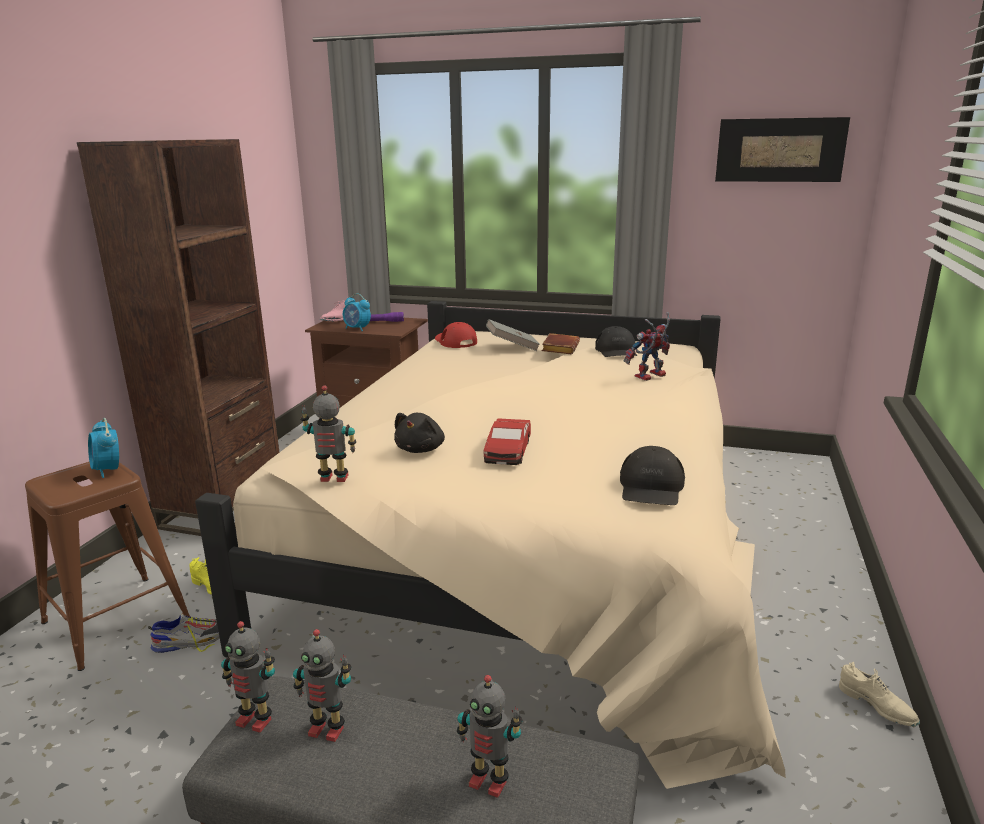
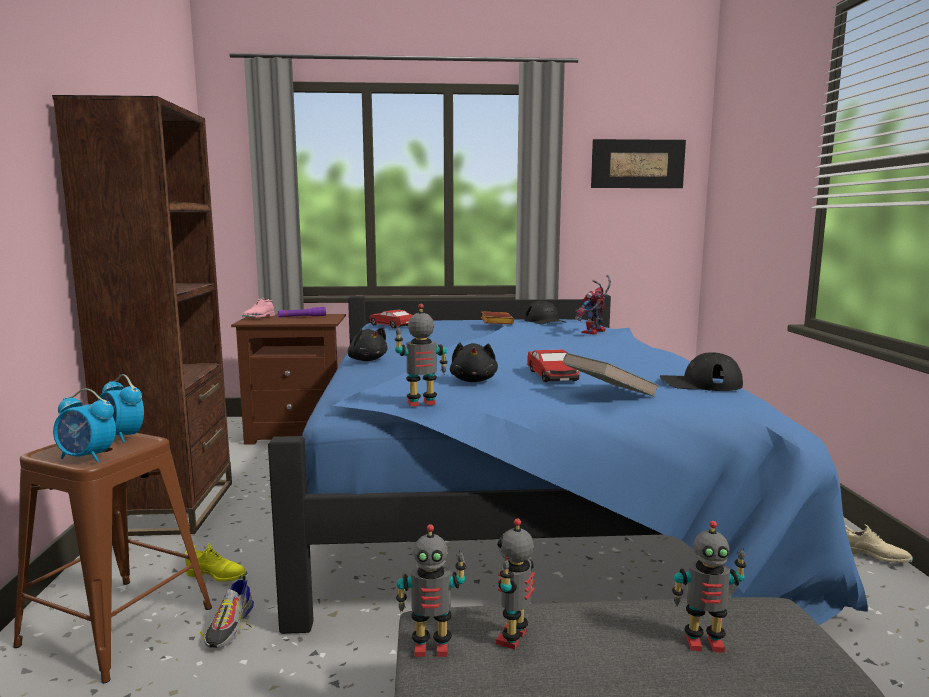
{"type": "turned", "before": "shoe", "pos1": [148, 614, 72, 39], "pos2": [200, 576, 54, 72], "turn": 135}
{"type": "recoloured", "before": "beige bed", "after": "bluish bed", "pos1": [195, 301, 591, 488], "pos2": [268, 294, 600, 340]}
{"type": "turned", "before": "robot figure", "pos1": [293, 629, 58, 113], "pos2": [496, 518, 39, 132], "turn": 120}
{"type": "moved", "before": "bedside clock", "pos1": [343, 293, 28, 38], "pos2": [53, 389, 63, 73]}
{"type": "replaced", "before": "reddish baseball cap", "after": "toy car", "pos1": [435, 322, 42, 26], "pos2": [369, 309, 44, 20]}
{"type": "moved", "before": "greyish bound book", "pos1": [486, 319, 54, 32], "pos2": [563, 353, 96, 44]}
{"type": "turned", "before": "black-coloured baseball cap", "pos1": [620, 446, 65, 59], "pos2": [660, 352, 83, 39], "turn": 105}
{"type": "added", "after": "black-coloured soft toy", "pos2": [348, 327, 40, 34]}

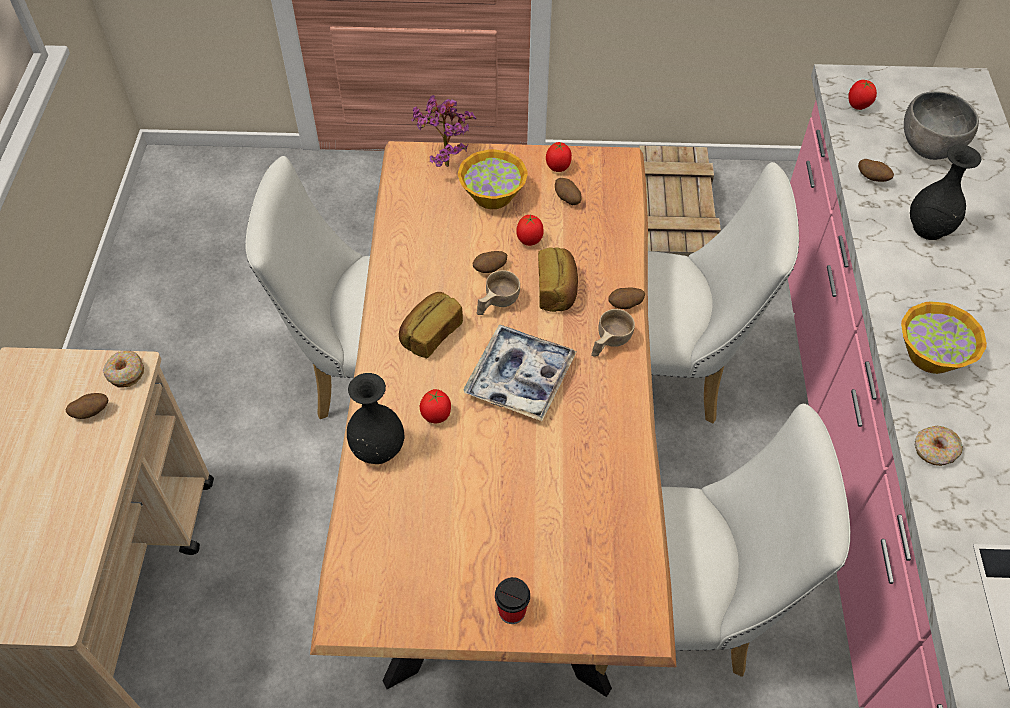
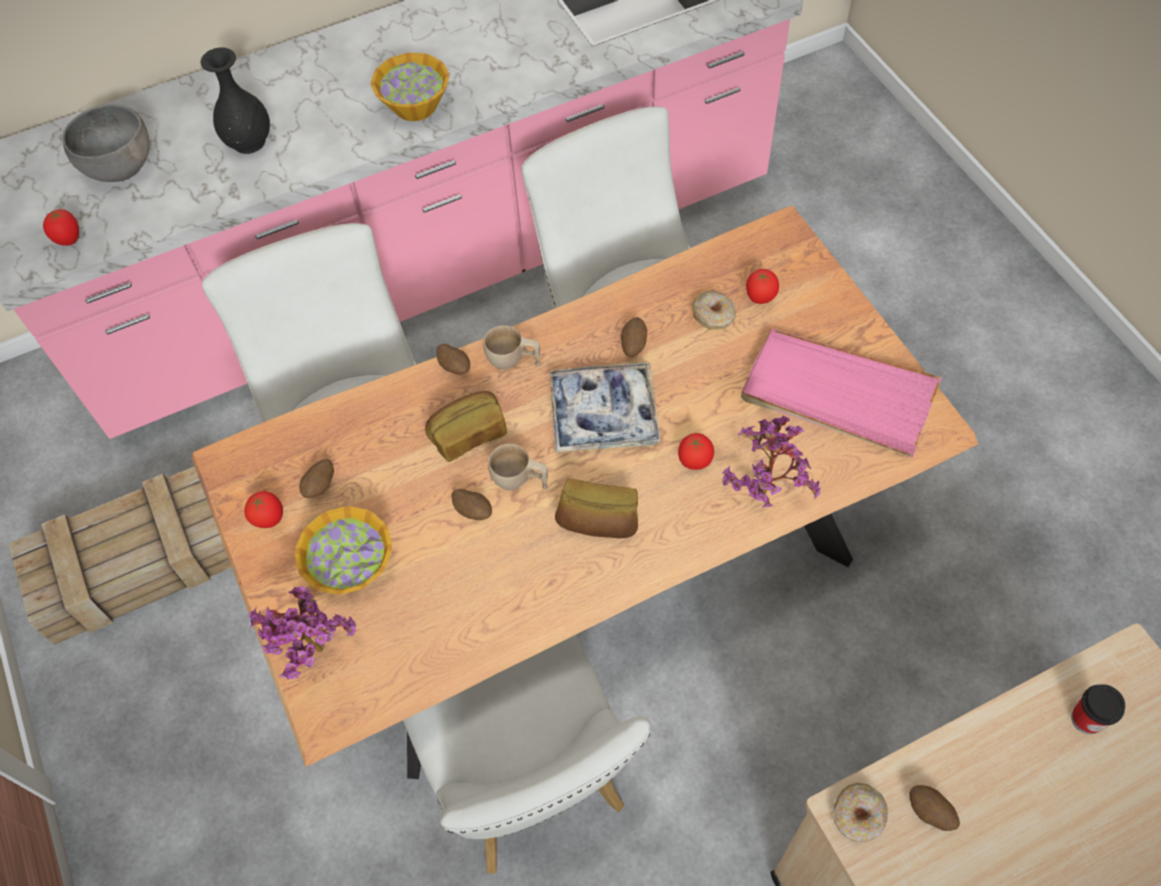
{"type": "replaced", "before": "black-coloured decorative vase", "after": "houseplant", "pos1": [347, 373, 57, 91], "pos2": [722, 415, 99, 93]}
{"type": "moved", "before": "cup", "pos1": [495, 577, 35, 47], "pos2": [1071, 684, 54, 50]}
{"type": "moved", "before": "fresh tomato", "pos1": [516, 215, 27, 31], "pos2": [746, 269, 33, 35]}
{"type": "moved", "before": "potato", "pos1": [858, 159, 36, 23], "pos2": [621, 317, 26, 40]}
{"type": "moved", "before": "doughnut", "pos1": [915, 426, 48, 40], "pos2": [692, 291, 44, 39]}
{"type": "added", "after": "pink carrying tray", "pos2": [741, 328, 201, 130]}

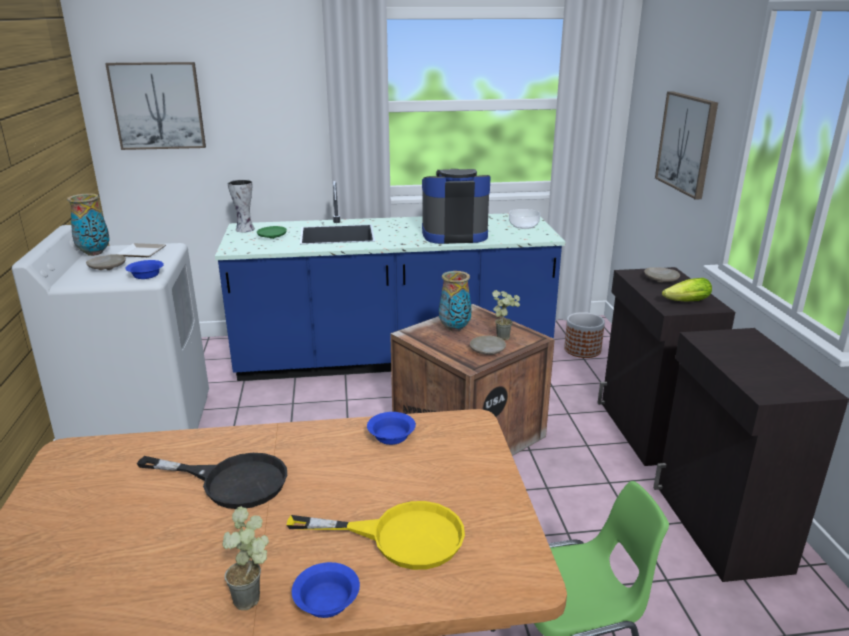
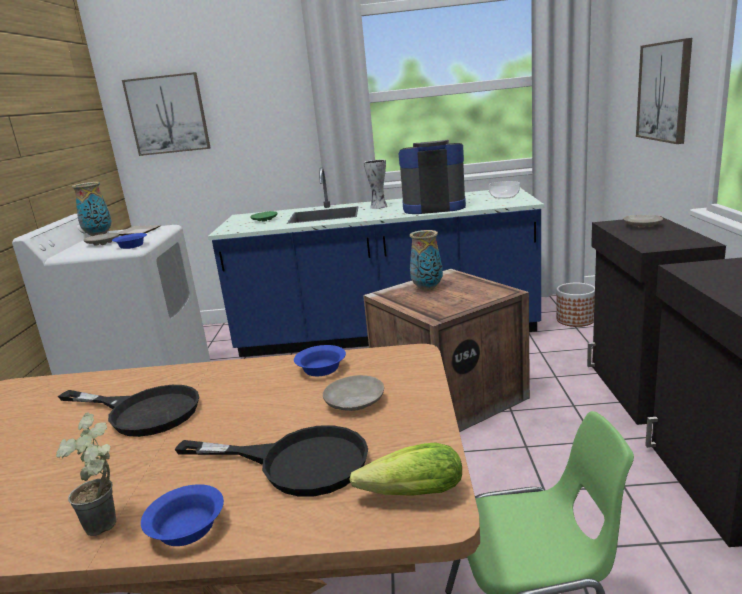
{"type": "moved", "before": "decorative vase", "pos1": [228, 179, 27, 54], "pos2": [363, 160, 25, 49]}
{"type": "recoloured", "before": "yellowish frying pan", "after": "black-coloured frying pan", "pos1": [287, 501, 178, 69], "pos2": [174, 425, 194, 72]}
{"type": "moved", "before": "beige dinner plate", "pos1": [470, 335, 36, 20], "pos2": [323, 375, 61, 36]}
{"type": "removed", "before": "houseplant", "pos1": [492, 290, 28, 50]}
{"type": "moved", "before": "lettuce head", "pos1": [662, 278, 50, 24], "pos2": [349, 442, 113, 54]}

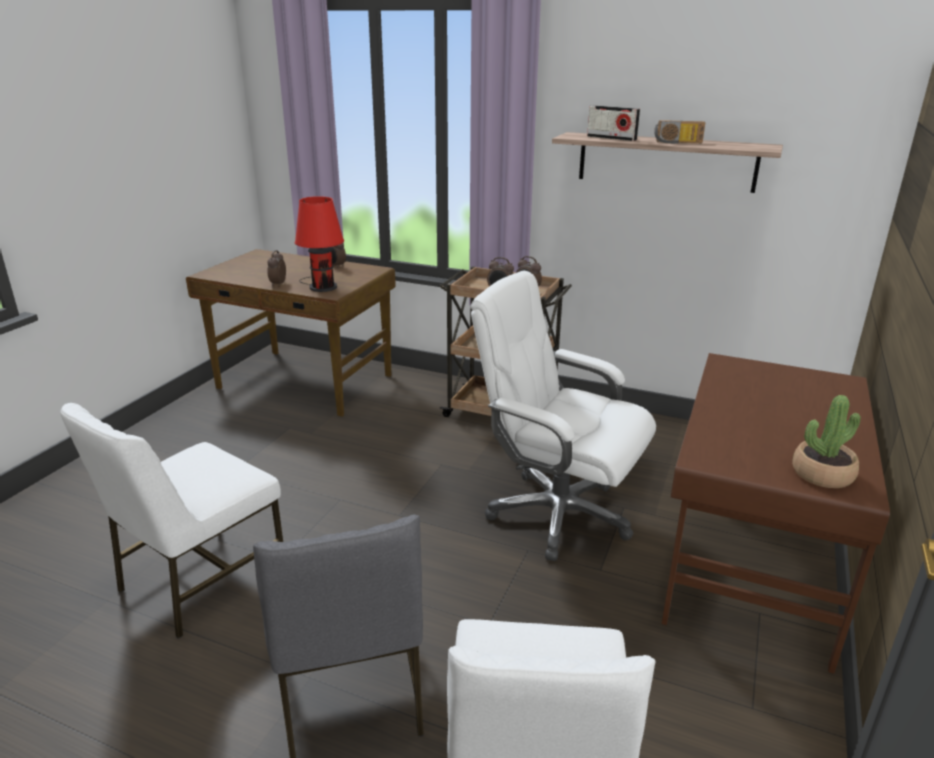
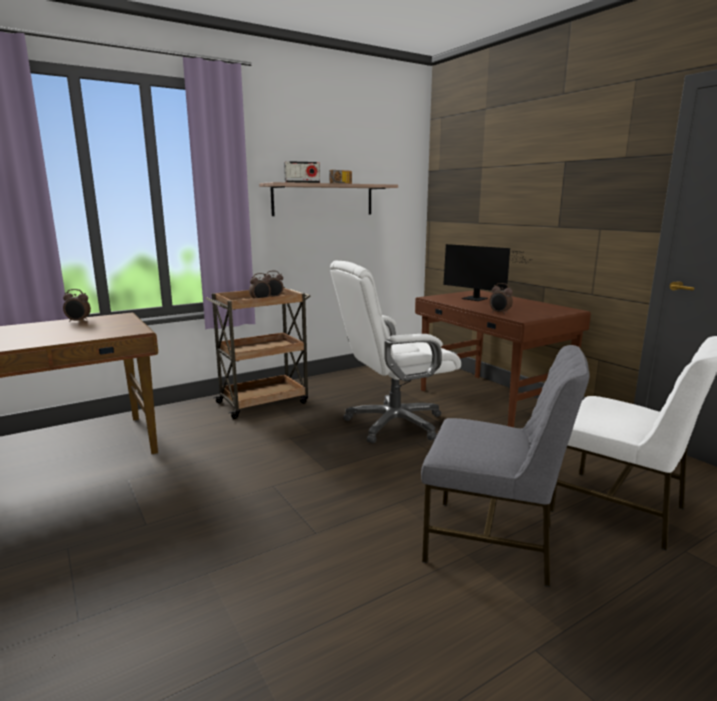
{"type": "removed", "before": "white upright chair", "pos1": [60, 403, 223, 236]}
{"type": "moved", "before": "bedside clock", "pos1": [267, 250, 19, 37], "pos2": [489, 283, 24, 32]}
{"type": "removed", "before": "reddish lamp for a table", "pos1": [295, 196, 49, 96]}
{"type": "removed", "before": "houseplant", "pos1": [792, 395, 69, 93]}
{"type": "added", "after": "monitor", "pos2": [443, 244, 85, 57]}

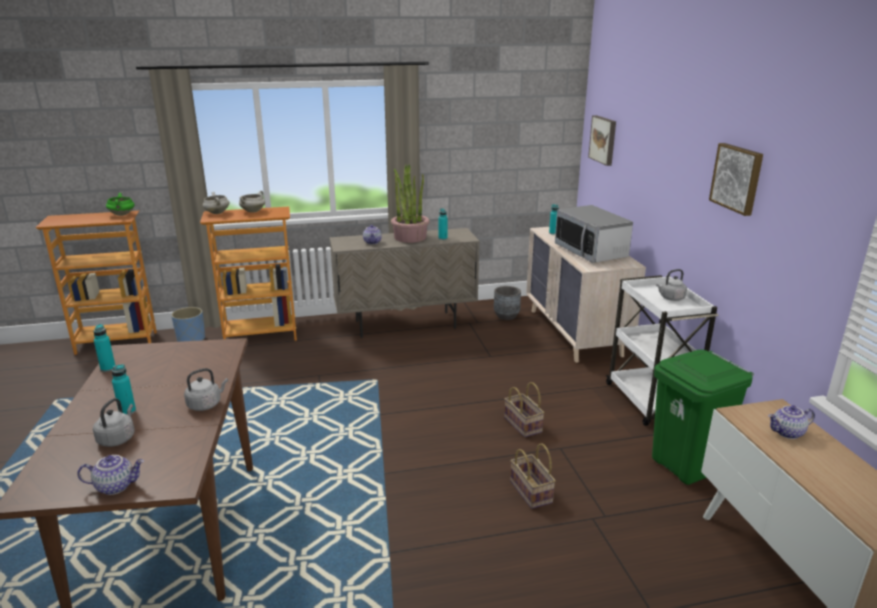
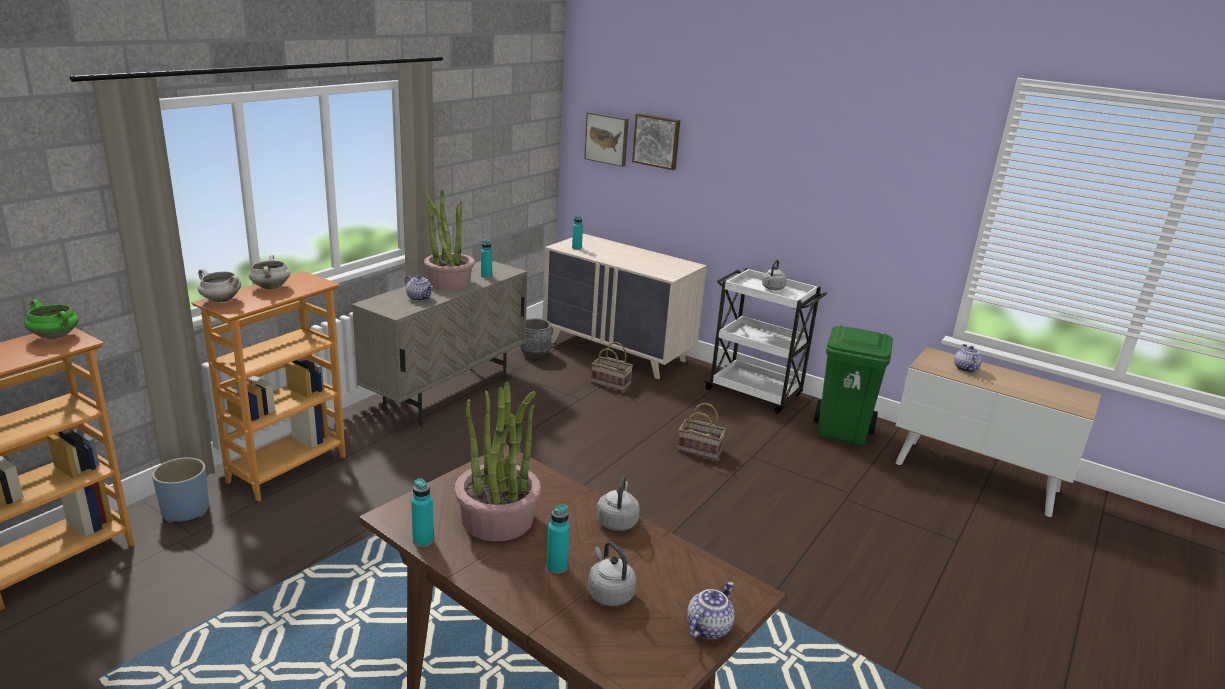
{"type": "moved", "before": "household basket", "pos1": [510, 443, 46, 66], "pos2": [591, 342, 42, 49]}
{"type": "removed", "before": "kitchen microwave", "pos1": [555, 205, 78, 58]}
{"type": "moved", "before": "picture", "pos1": [709, 143, 54, 73], "pos2": [632, 113, 48, 57]}
{"type": "turned", "before": "tea pot", "pos1": [768, 405, 47, 34], "pos2": [954, 344, 28, 28], "turn": 150}
{"type": "added", "after": "houseplant", "pos2": [454, 381, 87, 161]}

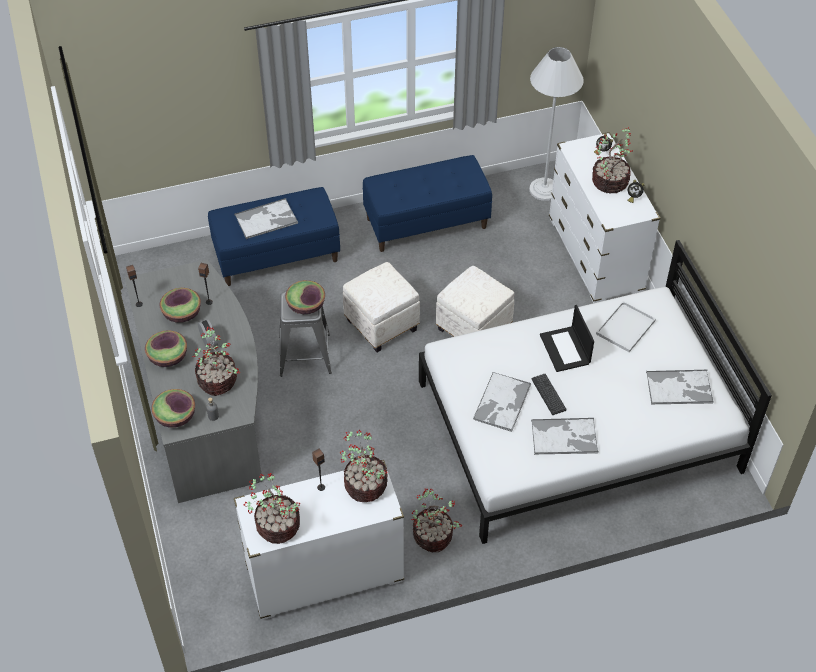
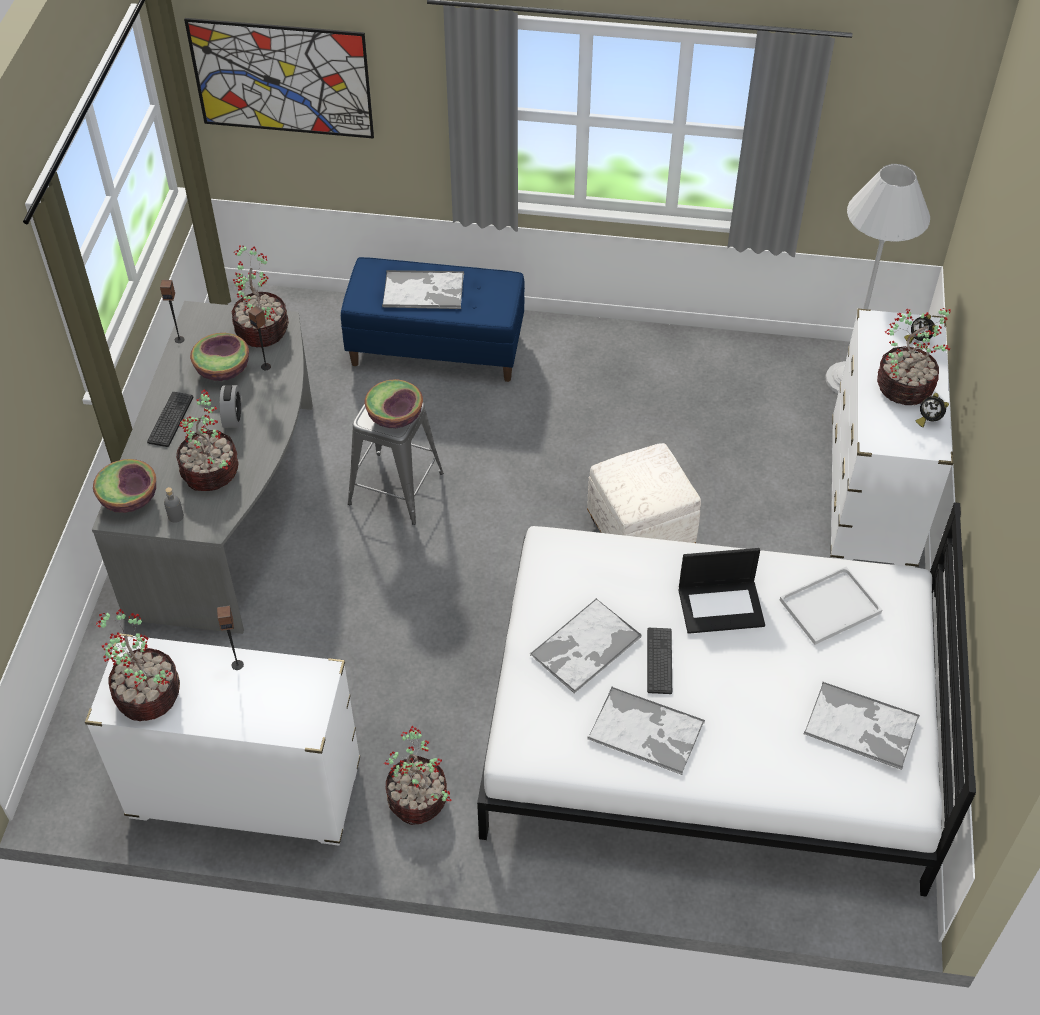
{"type": "replaced", "before": "bowl", "after": "keyboard", "pos1": [145, 331, 42, 36], "pos2": [147, 392, 46, 55]}
{"type": "moved", "before": "houseplant", "pos1": [340, 429, 48, 73], "pos2": [232, 245, 57, 103]}
{"type": "removed", "before": "white footrest", "pos1": [343, 262, 77, 90]}
{"type": "removed", "before": "bluish indoor bench", "pos1": [363, 155, 129, 97]}
{"type": "turned", "before": "portable computer", "pos1": [540, 305, 54, 67], "pos2": [678, 548, 87, 86], "turn": -105}
{"type": "added", "after": "picture", "pos2": [184, 18, 190, 121]}

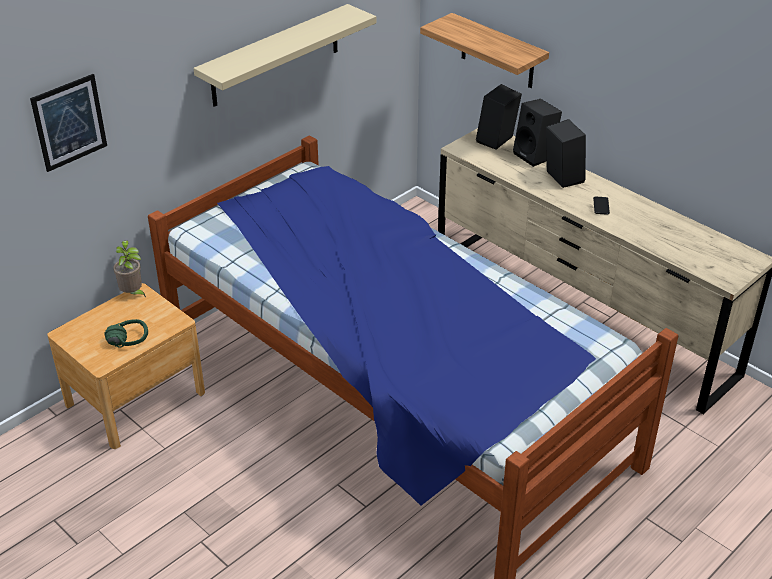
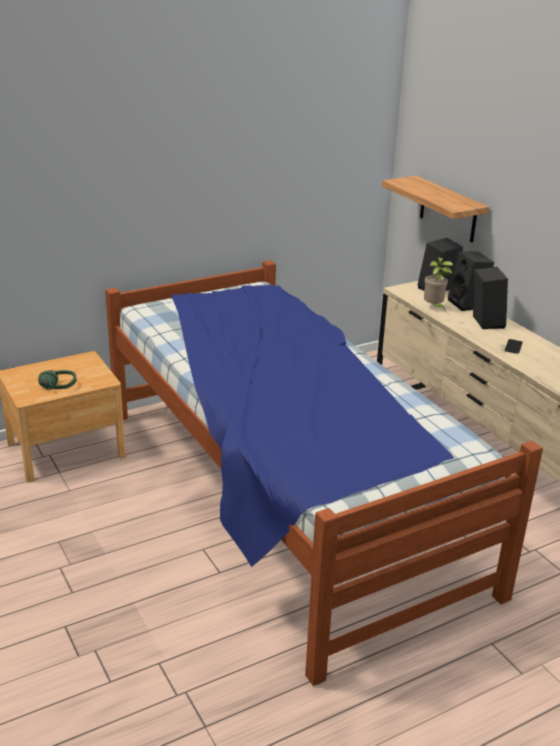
{"type": "removed", "before": "picture", "pos1": [30, 74, 77, 98]}
{"type": "moved", "before": "houseplant", "pos1": [113, 240, 33, 57], "pos2": [424, 257, 29, 52]}
{"type": "removed", "before": "beige shelf", "pos1": [193, 4, 183, 103]}

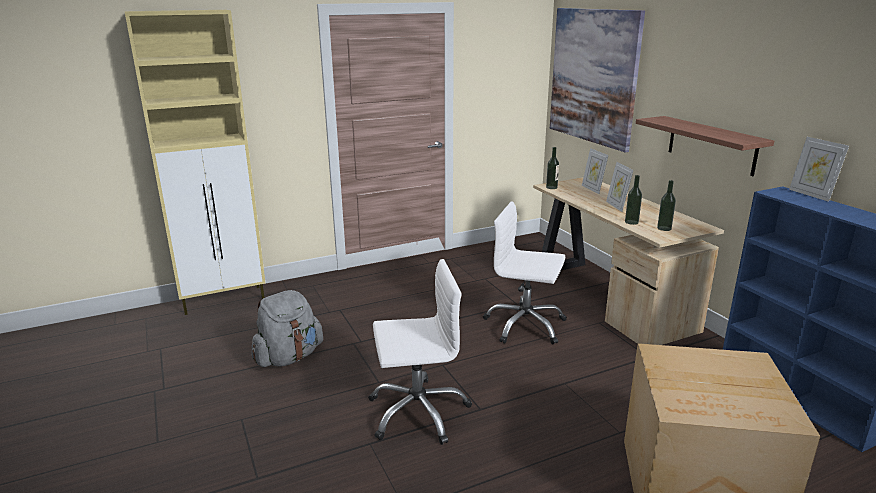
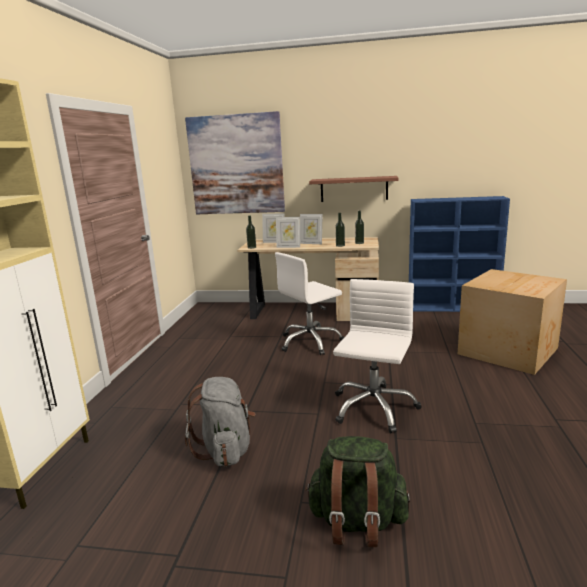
{"type": "moved", "before": "standing frame", "pos1": [789, 137, 60, 65], "pos2": [276, 217, 24, 31]}
{"type": "added", "after": "green-coloured knapsack", "pos2": [305, 436, 105, 111]}

